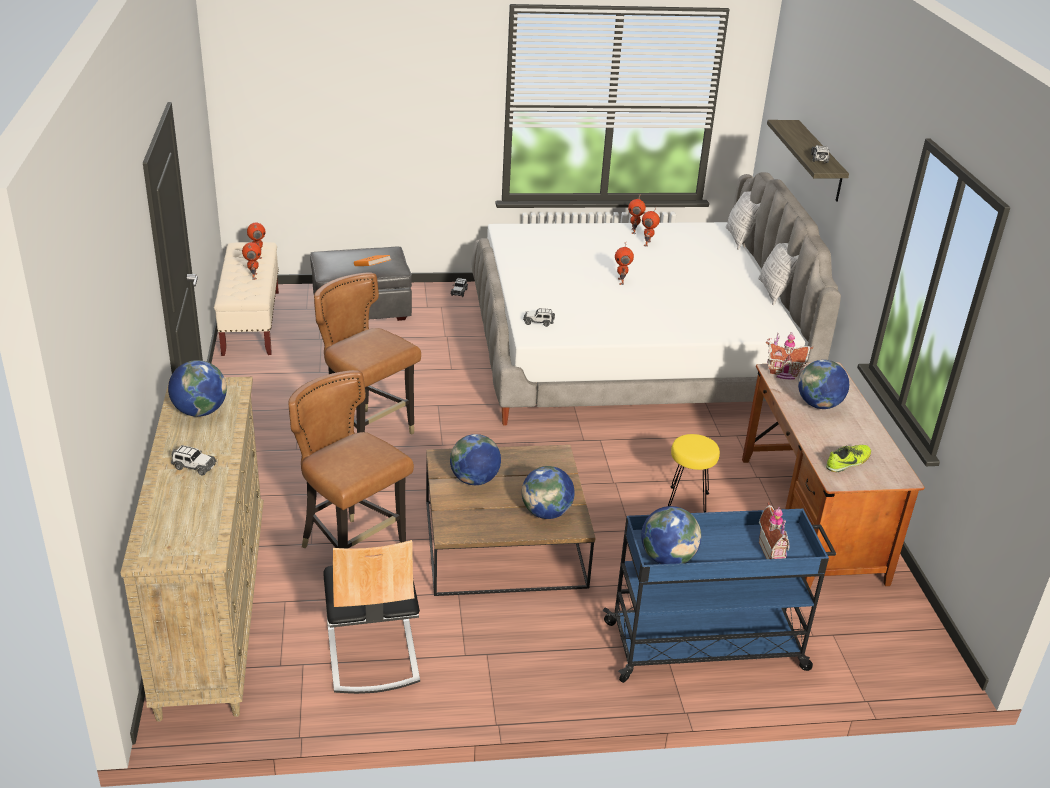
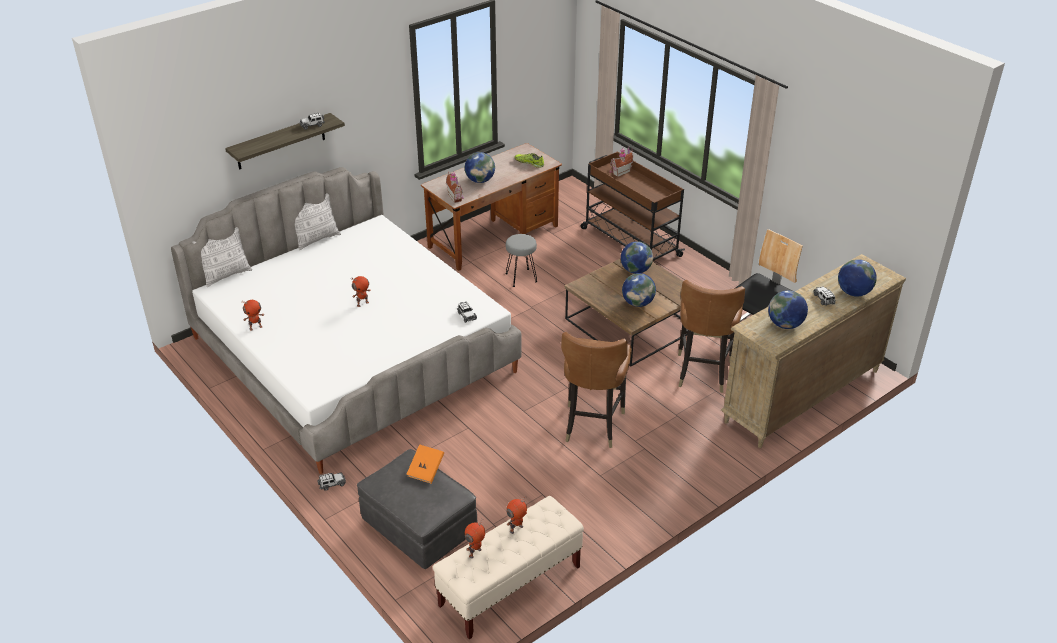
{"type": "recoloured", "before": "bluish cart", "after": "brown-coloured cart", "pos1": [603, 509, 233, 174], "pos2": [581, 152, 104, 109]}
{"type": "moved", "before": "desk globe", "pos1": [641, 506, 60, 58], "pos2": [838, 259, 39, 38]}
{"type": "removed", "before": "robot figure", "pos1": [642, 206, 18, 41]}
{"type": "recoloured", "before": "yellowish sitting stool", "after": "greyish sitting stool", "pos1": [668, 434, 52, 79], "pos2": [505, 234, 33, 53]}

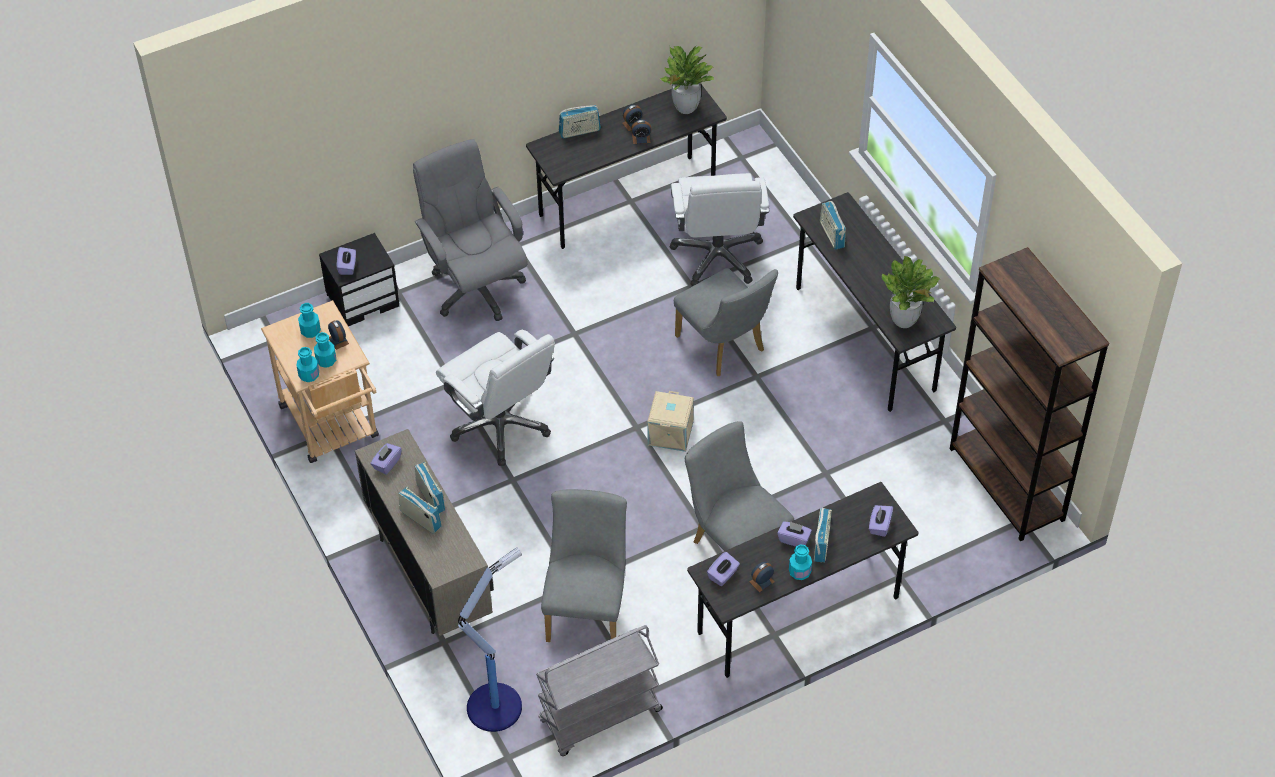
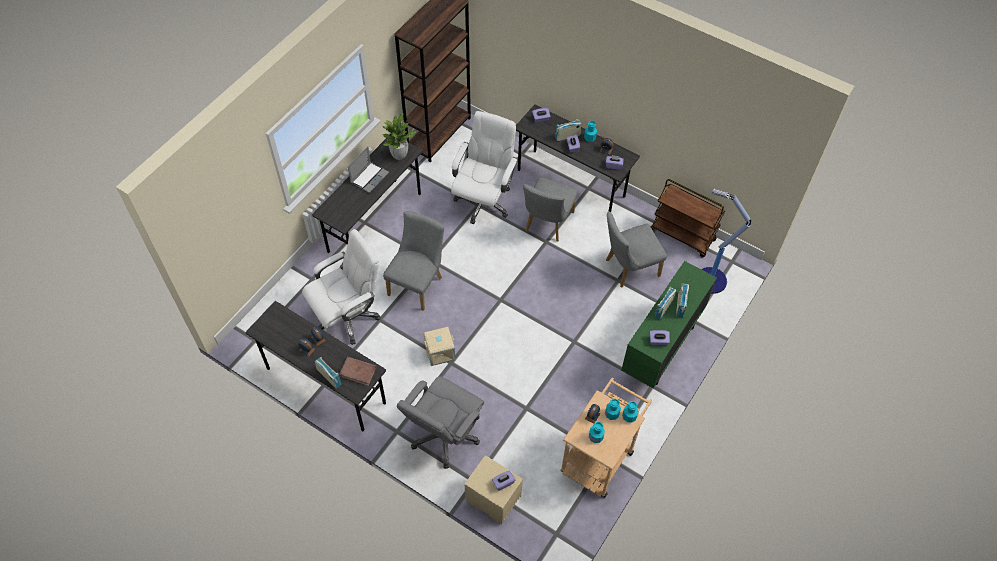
{"type": "recoloured", "before": "black-coloured nightstand", "after": "beige nightstand", "pos1": [319, 233, 80, 93], "pos2": [465, 455, 58, 69]}
{"type": "recoloured", "before": "beige cabinet", "after": "green-coloured cabinet", "pos1": [355, 429, 139, 207], "pos2": [621, 261, 96, 127]}
{"type": "moved", "before": "white computer chair", "pos1": [436, 330, 119, 136], "pos2": [451, 111, 67, 113]}
{"type": "recoloured", "before": "greyish cart", "after": "brown-coloured cart", "pos1": [536, 625, 127, 131], "pos2": [651, 179, 74, 79]}
{"type": "moved", "before": "beige storage box", "pos1": [647, 391, 47, 61], "pos2": [424, 327, 31, 39]}
{"type": "removed", "before": "houseplant", "pos1": [660, 46, 54, 68]}
{"type": "removed", "before": "radio set", "pos1": [820, 201, 26, 49]}
{"type": "added", "after": "brown-coloured bound book", "pos2": [339, 357, 37, 29]}
{"type": "added", "after": "portable computer", "pos2": [348, 146, 41, 47]}

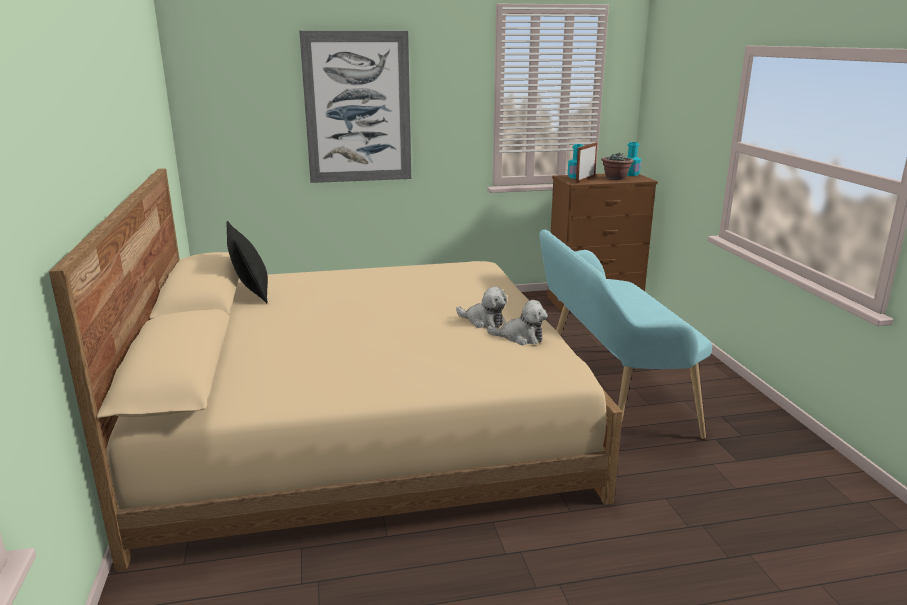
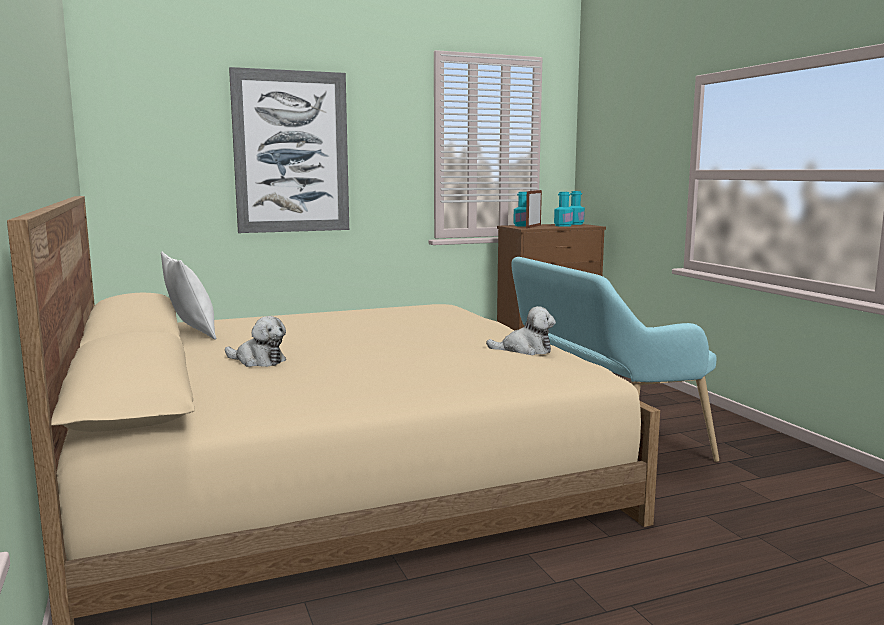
{"type": "recoloured", "before": "black-coloured throw pillow", "after": "white throw pillow", "pos1": [226, 221, 42, 82], "pos2": [161, 252, 55, 88]}
{"type": "moved", "before": "soft toy", "pos1": [456, 287, 51, 41], "pos2": [225, 316, 61, 51]}
{"type": "replaced", "before": "houseplant", "after": "turquoise bottle", "pos1": [601, 153, 33, 27], "pos2": [554, 192, 19, 35]}

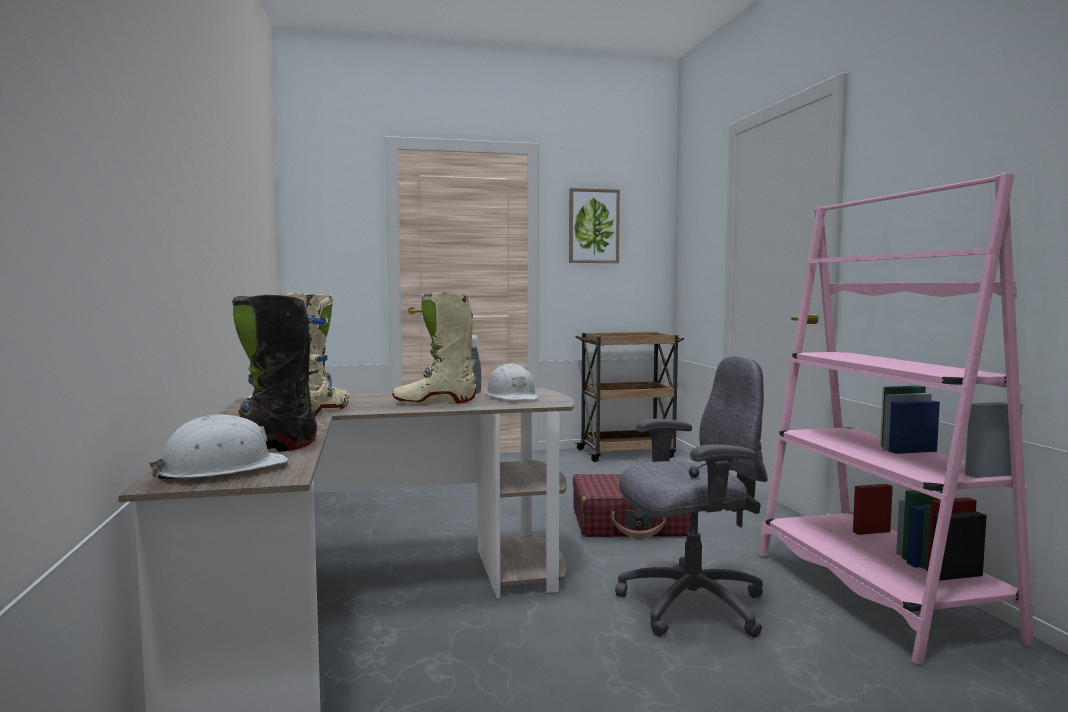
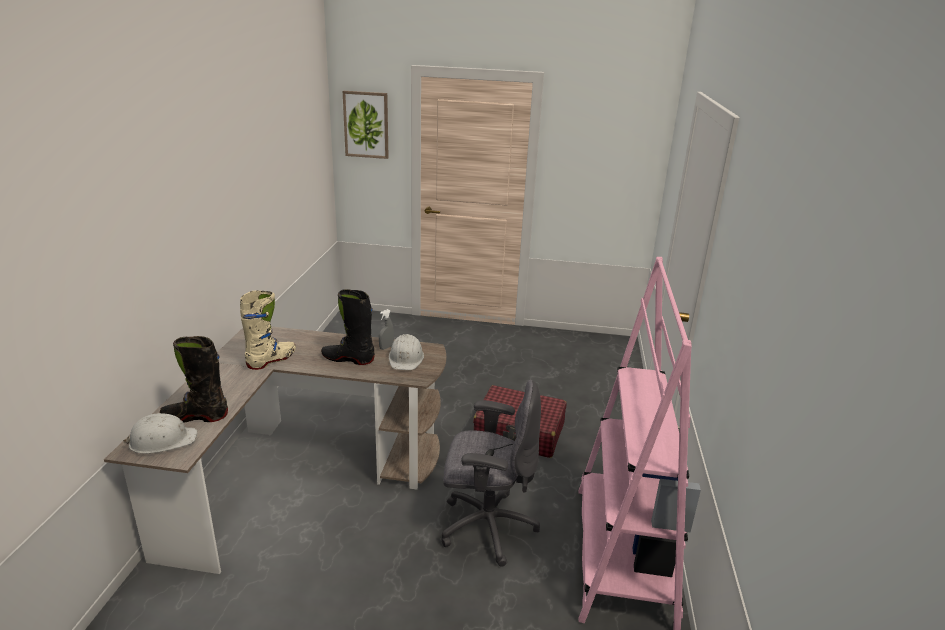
{"type": "recoloured", "before": "beige high-top boot", "after": "black-coloured high-top boot", "pos1": [392, 293, 84, 112], "pos2": [321, 289, 54, 76]}
{"type": "moved", "before": "picture", "pos1": [569, 188, 51, 75], "pos2": [343, 91, 46, 68]}
{"type": "removed", "before": "brown-coloured cart", "pos1": [574, 332, 110, 130]}

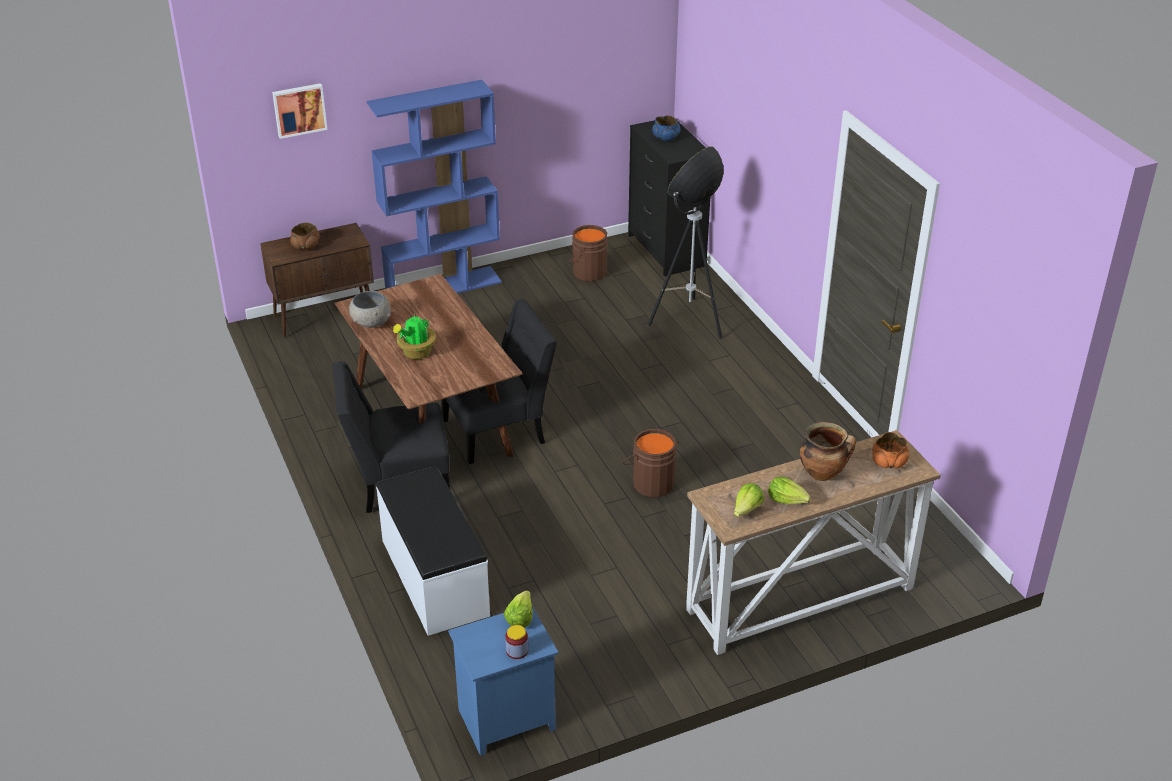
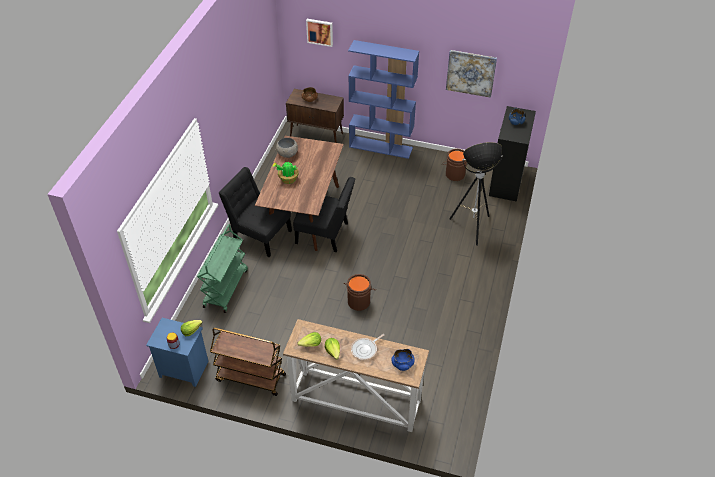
{"type": "replaced", "before": "white indoor bench", "after": "green-coloured cart", "pos1": [376, 466, 114, 170], "pos2": [197, 224, 51, 89]}
{"type": "replaced", "before": "stockpot", "after": "frying pan", "pos1": [800, 422, 56, 59], "pos2": [351, 334, 34, 26]}
{"type": "recoloured", "before": "orange-coloured bowl", "after": "bluish bowl", "pos1": [872, 432, 37, 36], "pos2": [391, 349, 24, 22]}
{"type": "added", "after": "brown-coloured cart", "pos2": [210, 328, 76, 68]}
{"type": "added", "after": "picture", "pos2": [446, 50, 51, 48]}

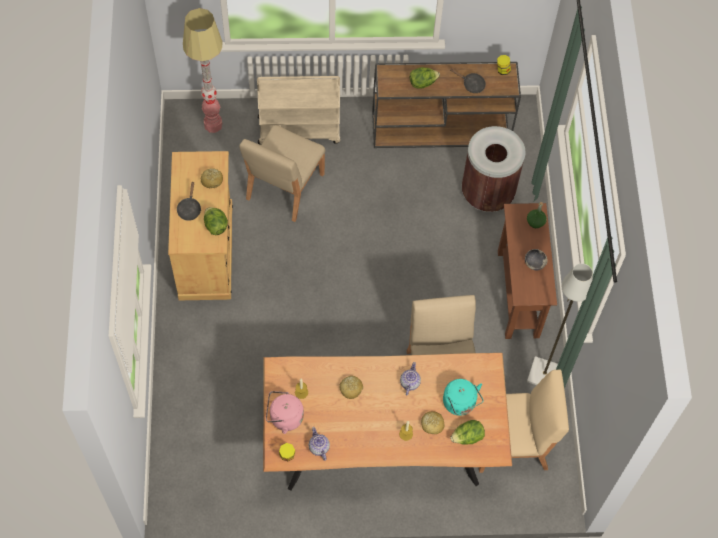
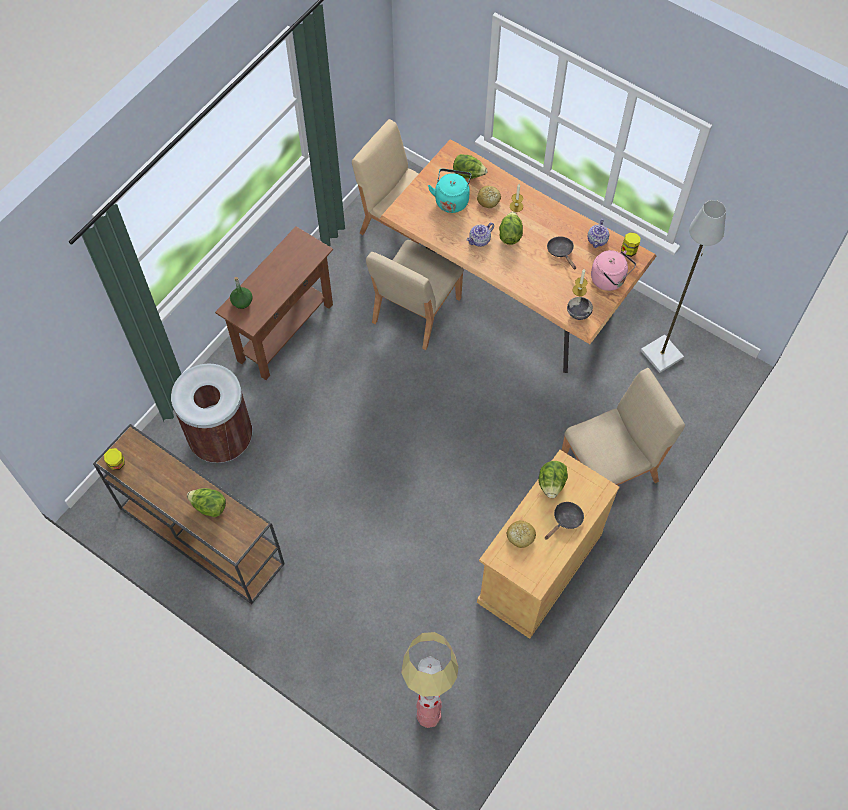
{"type": "moved", "before": "beige upright chair", "pos1": [239, 125, 86, 97], "pos2": [562, 368, 123, 117]}
{"type": "removed", "before": "beige cart", "pos1": [257, 76, 83, 69]}
{"type": "removed", "before": "bakery bread", "pos1": [339, 376, 24, 23]}
{"type": "moved", "before": "black-coloured frying pan", "pos1": [450, 68, 36, 25], "pos2": [547, 236, 29, 33]}
{"type": "moved", "before": "bowl", "pos1": [525, 249, 22, 21], "pos2": [567, 297, 26, 23]}
{"type": "moved", "before": "greyish floor lamp", "pos1": [527, 263, 66, 122], "pos2": [641, 200, 85, 173]}
{"type": "added", "after": "lettuce head", "pos2": [499, 212, 24, 33]}

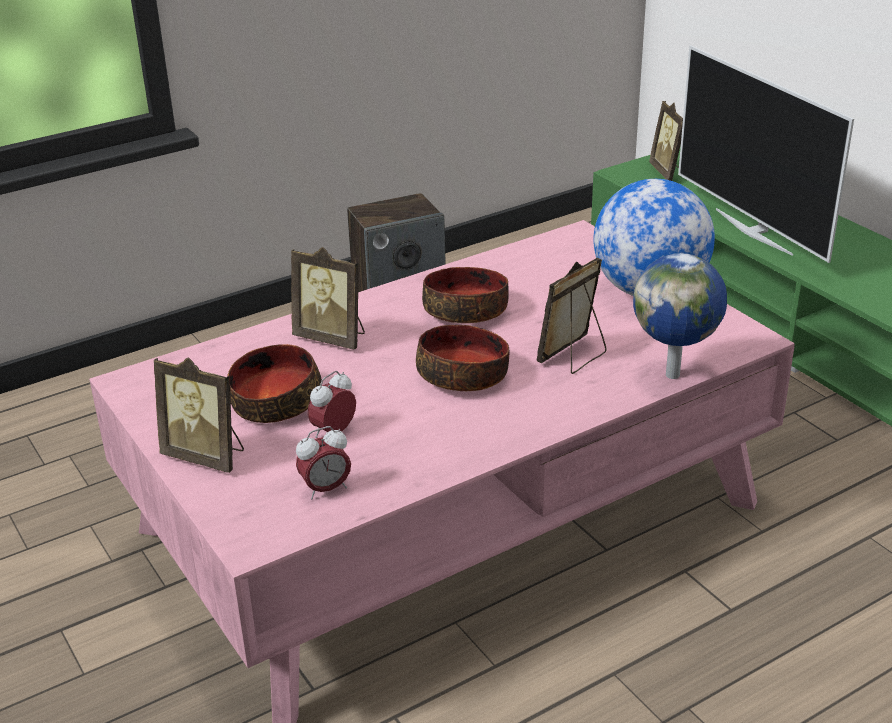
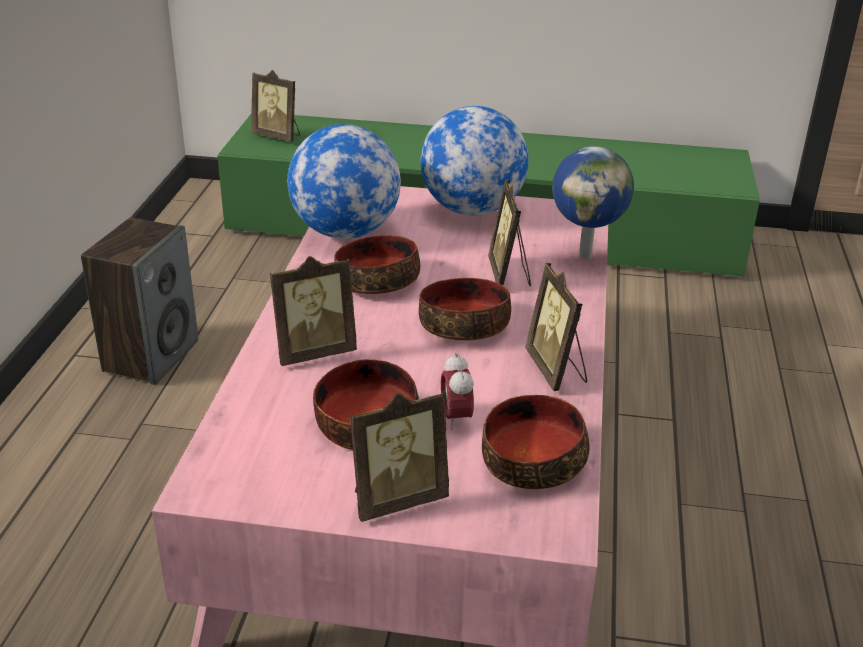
{"type": "replaced", "before": "bedside clock", "after": "bowl", "pos1": [296, 426, 55, 73], "pos2": [482, 395, 108, 94]}
{"type": "removed", "before": "TV", "pos1": [678, 45, 176, 218]}
{"type": "added", "after": "desk globe", "pos2": [287, 124, 114, 115]}
{"type": "added", "after": "standing frame", "pos2": [525, 263, 62, 128]}

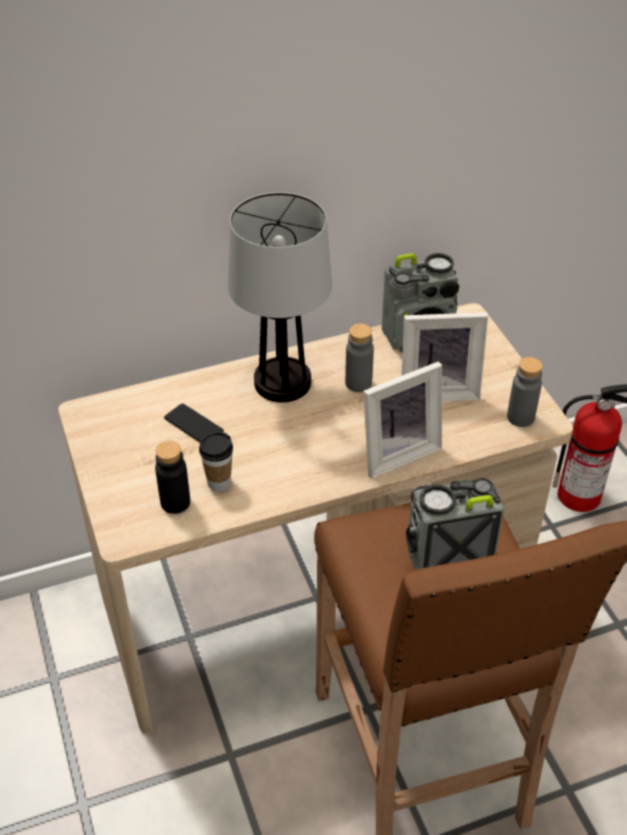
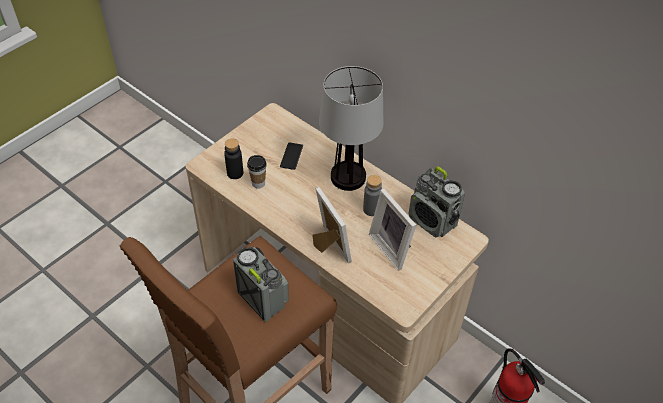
{"type": "turned", "before": "standing frame", "pos1": [363, 361, 79, 118], "pos2": [312, 187, 40, 76], "turn": -150}
{"type": "removed", "before": "greyish bottle", "pos1": [507, 357, 36, 70]}

